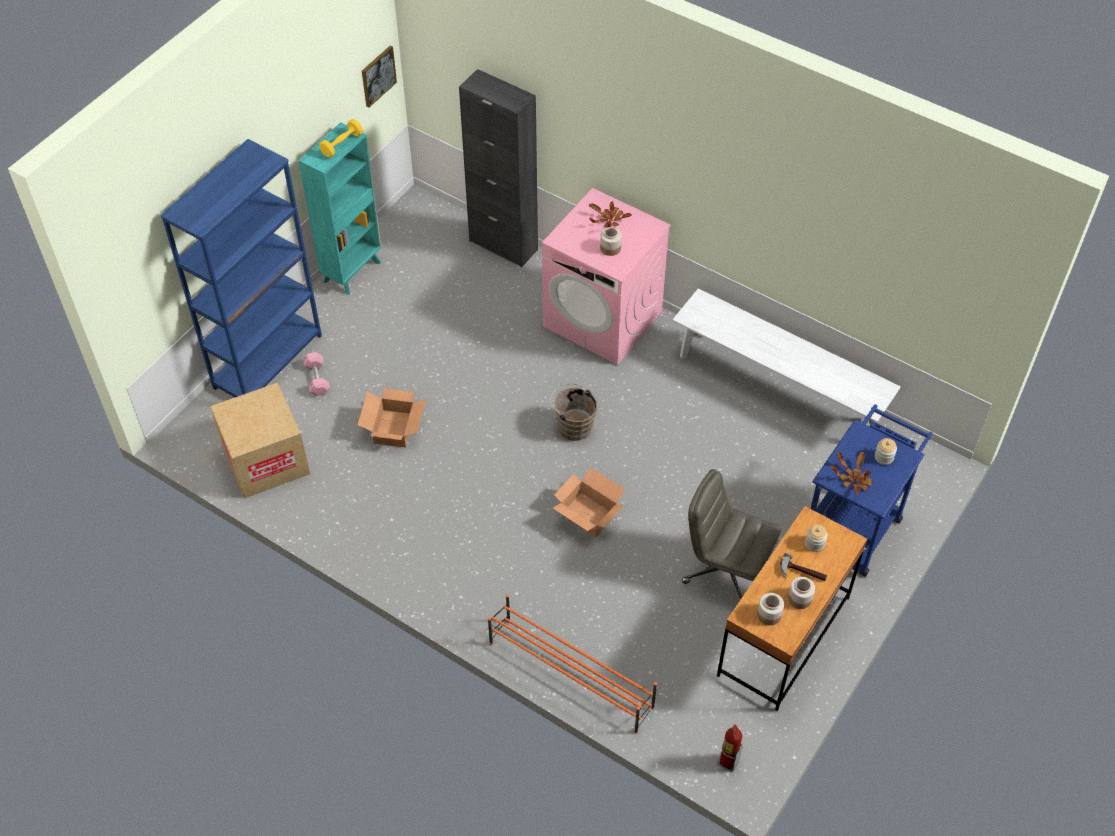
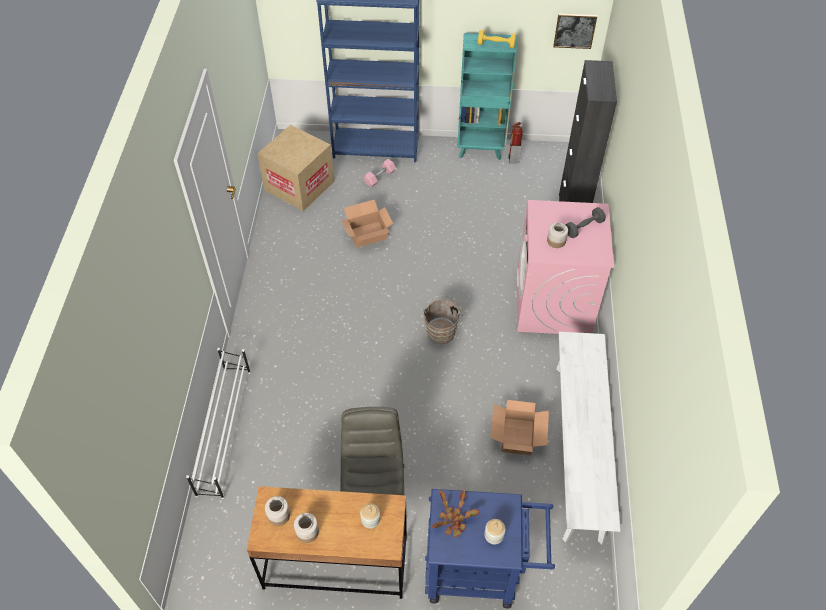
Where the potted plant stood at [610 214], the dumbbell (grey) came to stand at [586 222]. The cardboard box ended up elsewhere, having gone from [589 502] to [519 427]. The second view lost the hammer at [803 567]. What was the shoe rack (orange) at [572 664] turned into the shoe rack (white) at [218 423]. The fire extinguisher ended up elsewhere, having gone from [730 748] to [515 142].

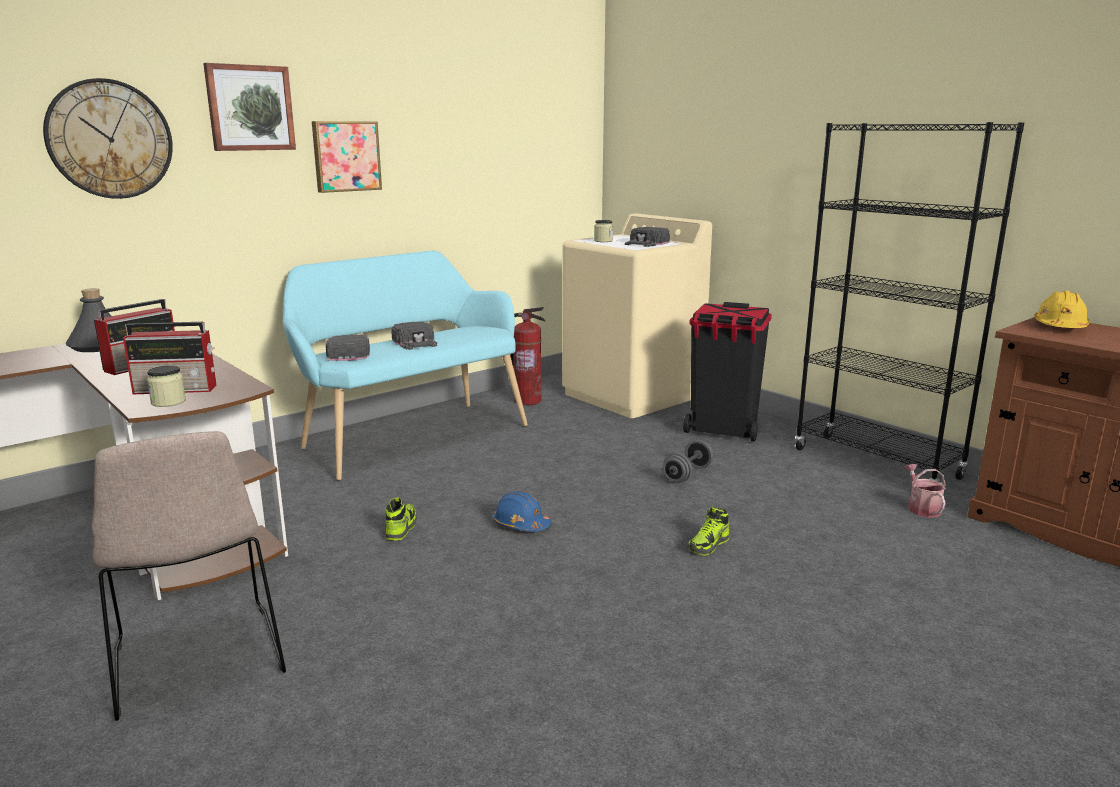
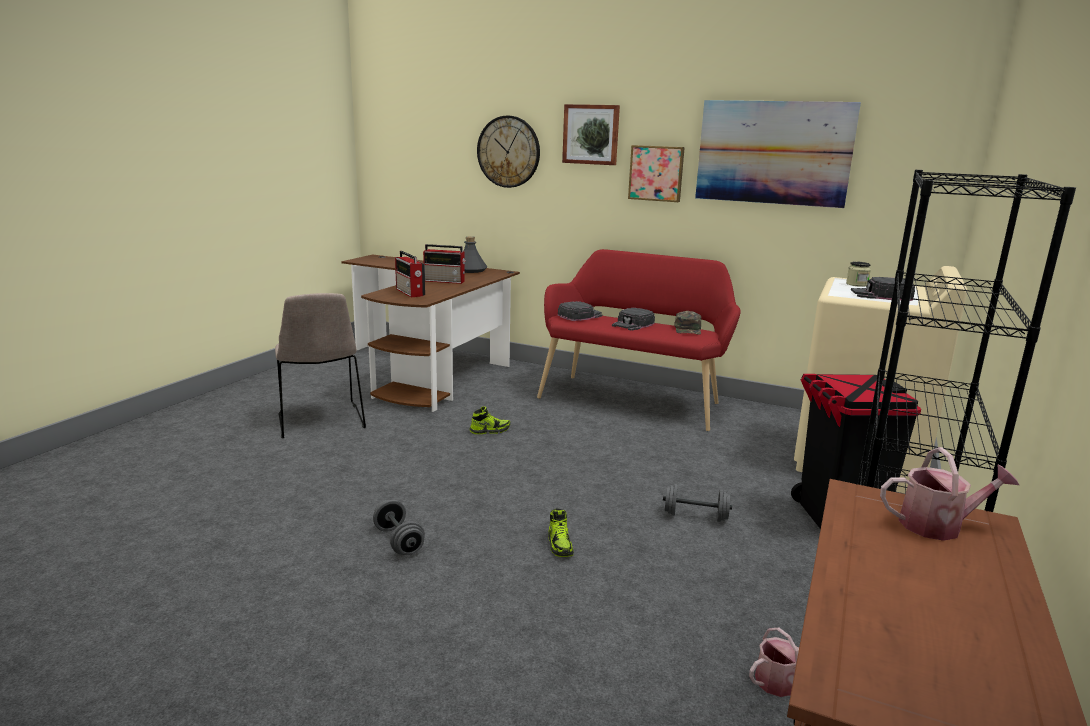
What was the bench (turquoise) at [405 365] turned into the bench (red) at [639 340]. Where the hard hat (yellow) stood at [1062 309], the watering can came to stand at [949 494]. The second view lost the fire extinguisher at [527 356]. The second view lost the jar at [166 386]. The chair (beige) at [188 576] ended up facing another way, 60 degrees counterclockwise from before. The second view lost the hard hat (blue) at [522 511]. The shoe at [709 531] ended up facing another way, 120 degrees counterclockwise from before. The second view gained the picture at [778 154]. The second view gained the cap (green) at [687 323]. The second view gained the dumbbell (grey) at [399 527].

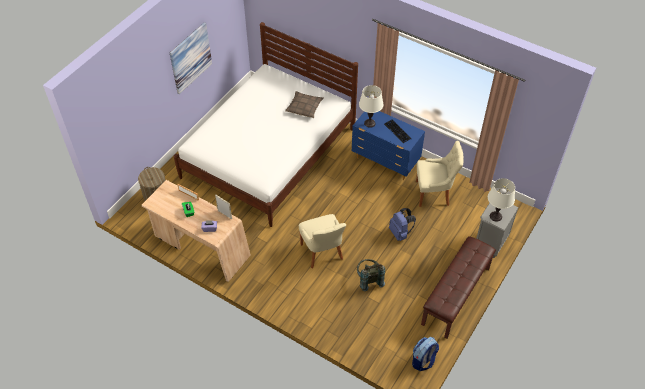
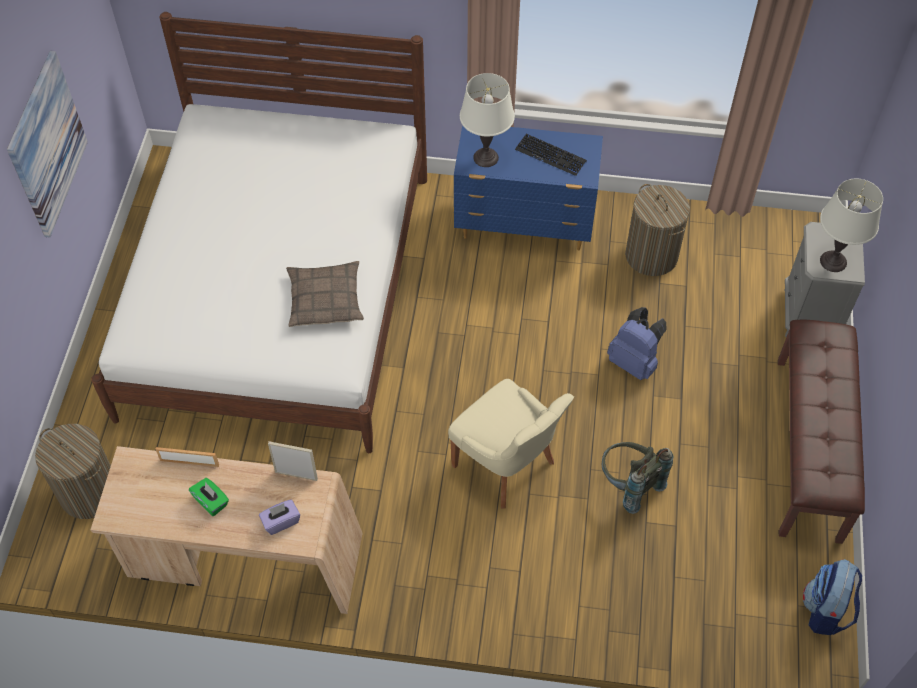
The pillow ended up elsewhere, having gone from [304 104] to [325 294]. Where the chair (beige) stood at [440 174], the laundry basket came to stand at [657 230].

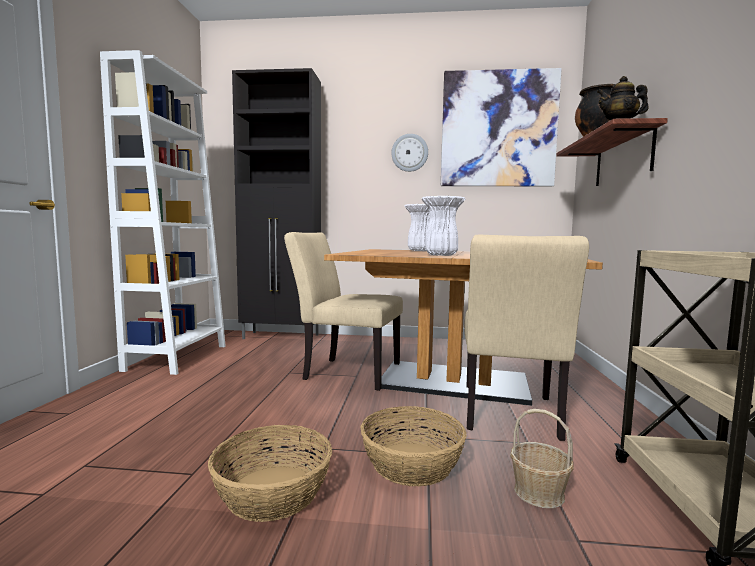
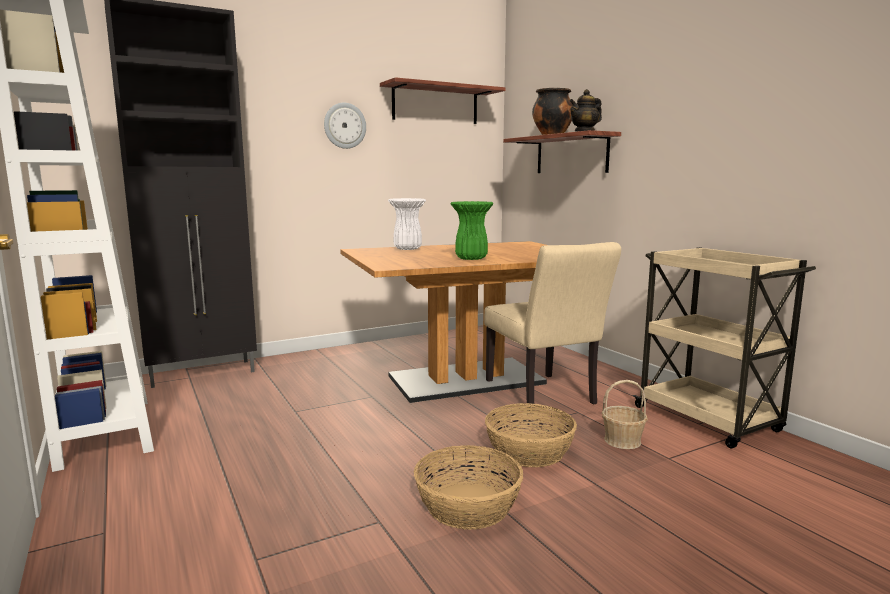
Where the picture hung at [501 127], the shelf came to hang at [443 100]. What was the vase (white) at [443 226] turned into the vase (green) at [472 230]. The second view lost the chair (beige) at [343 311].

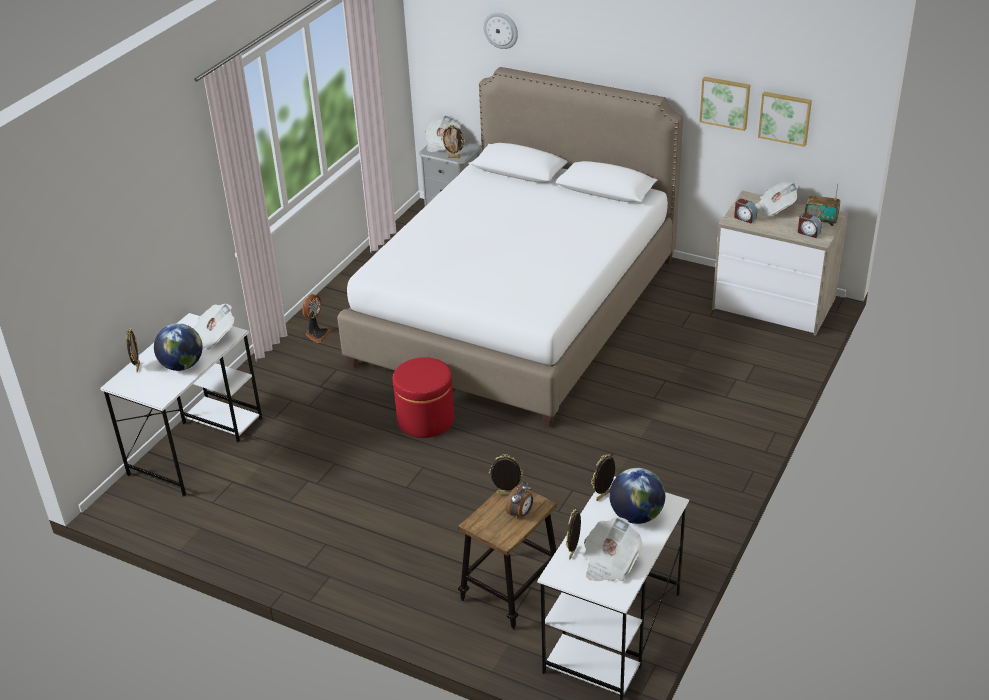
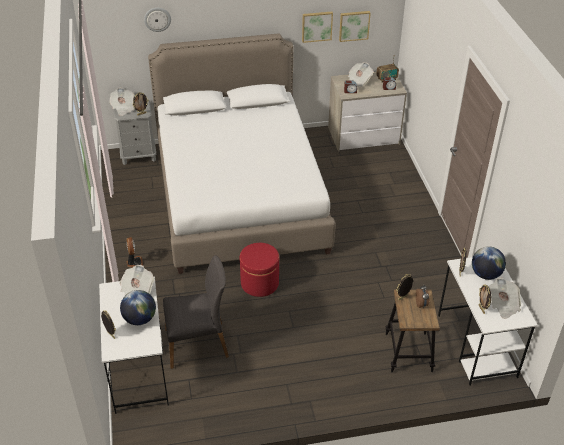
The second view gained the chair (grey) at [196 312].

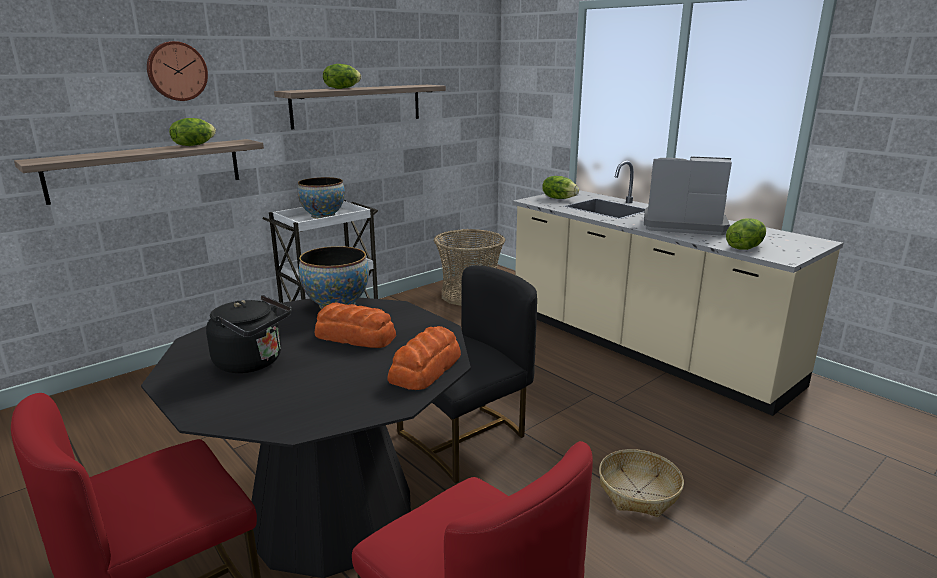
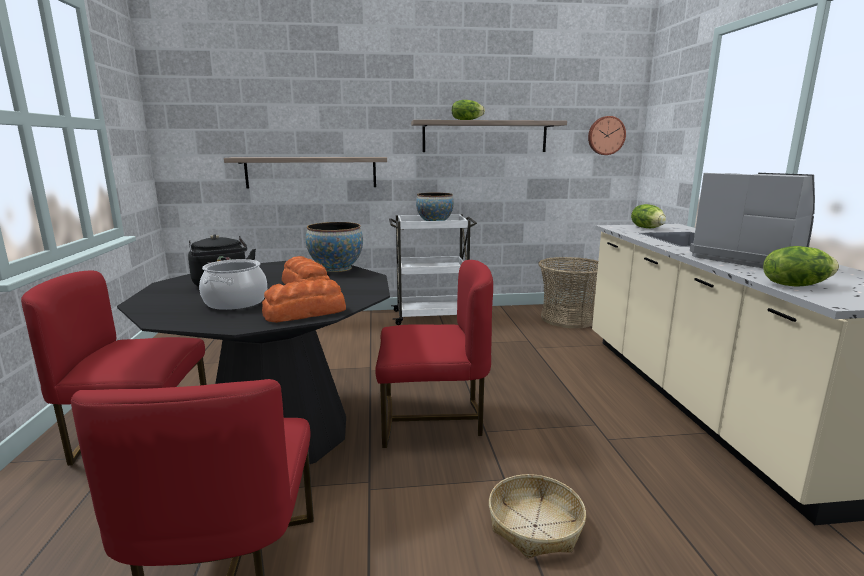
The wall clock ended up elsewhere, having gone from [177 71] to [607 135]. The second view lost the lettuce at [192 132]. What was the chair (black) at [467 374] turned into the chair (red) at [434 354]. The second view gained the cooking pot at [233 284].

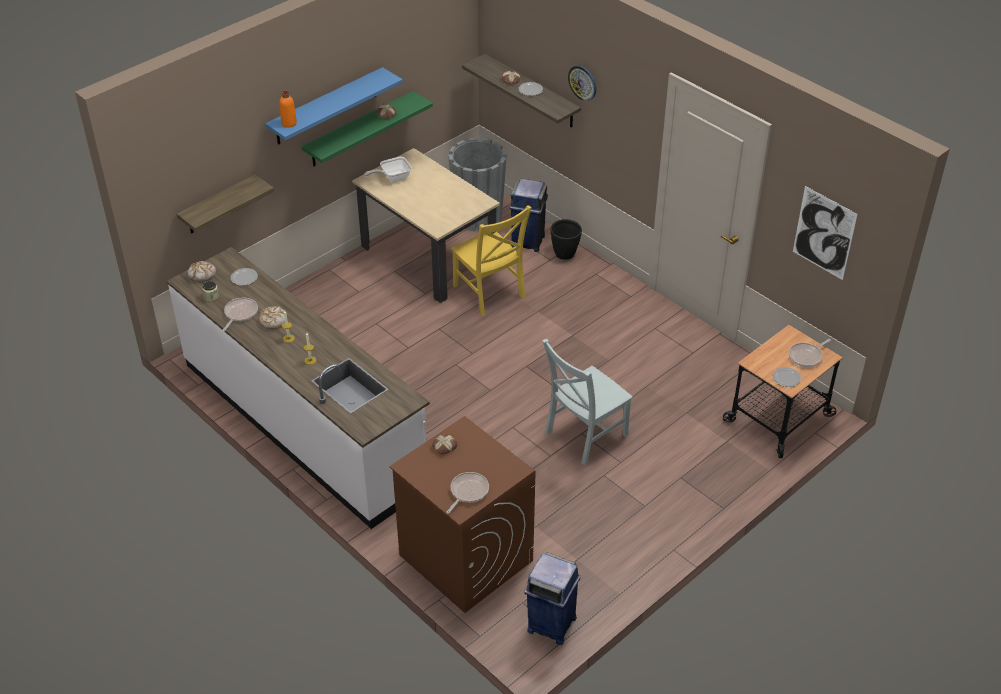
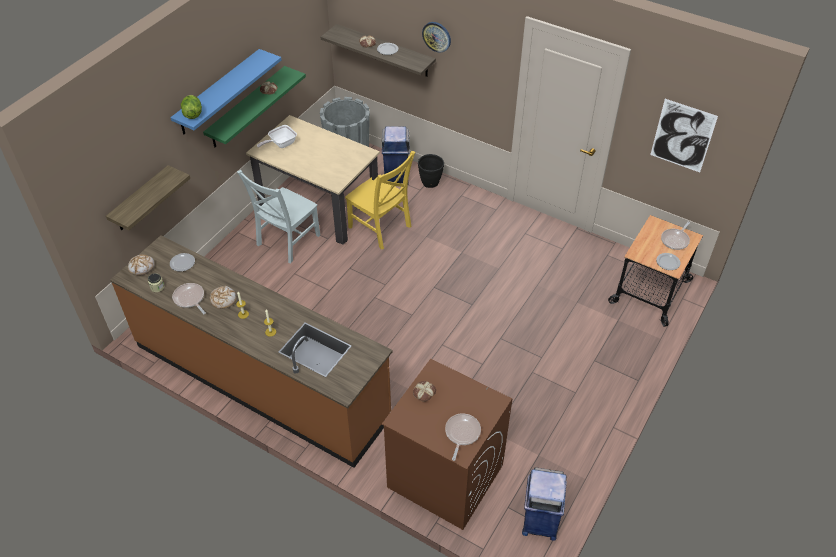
Where the bottle (orange) stood at [288 109], the lettuce came to stand at [191 107]. What was the counter (white) at [298 388] turned into the counter (brown) at [251 351]. The frying pan at [240 314] ended up facing another way, 45 degrees counterclockwise from before. The chair (grey) ended up elsewhere, having gone from [587 402] to [278 216].

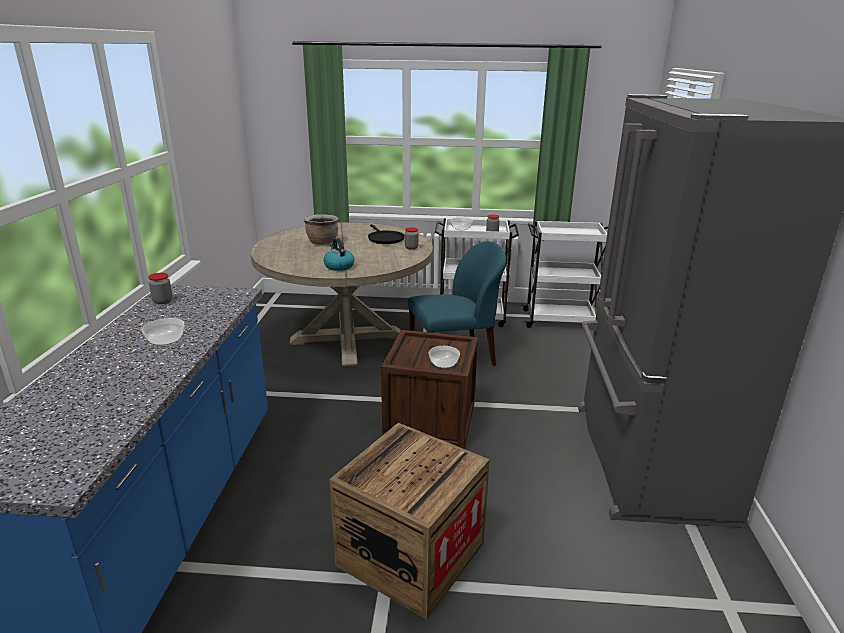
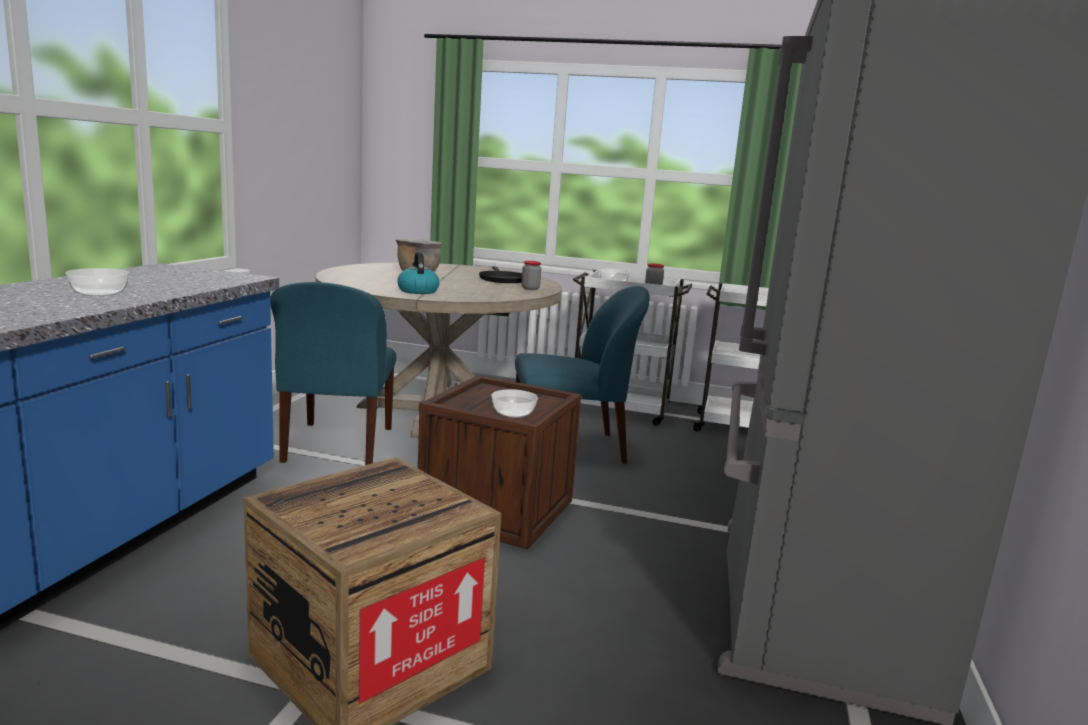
The second view lost the jar at [160 288]. The second view gained the chair (blue) at [333 373].

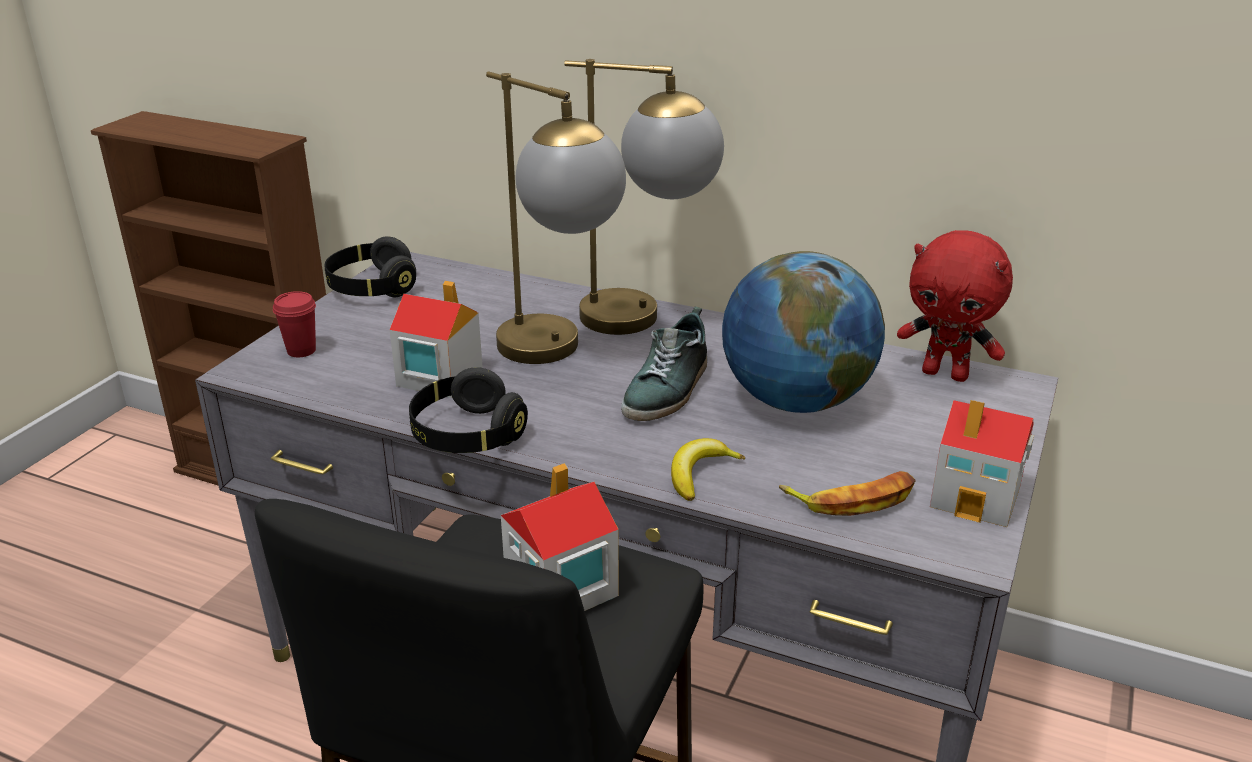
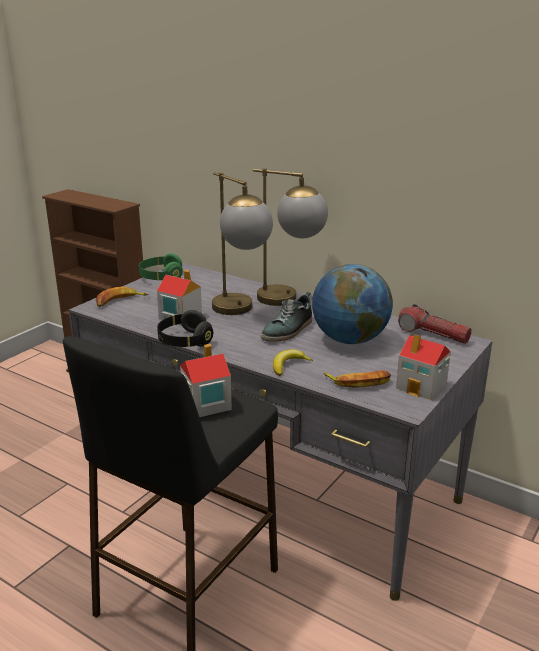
Where the plush toy (red) stood at [955 306], the flashlight came to stand at [435 324]. What was the headphones (black) at [370 266] turned into the headphones (green) at [161 266]. Where the cup (red) stood at [294 324], the banana came to stand at [121 297].

